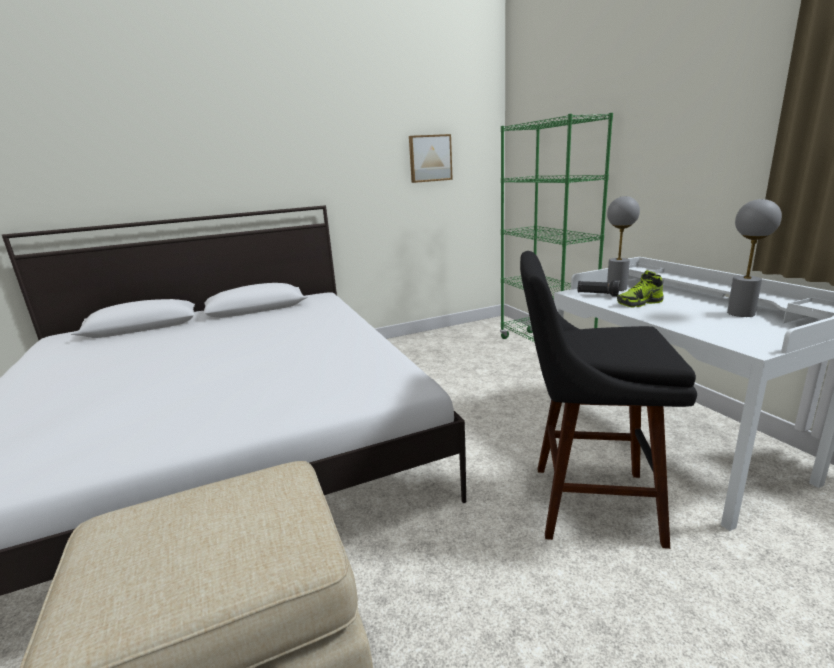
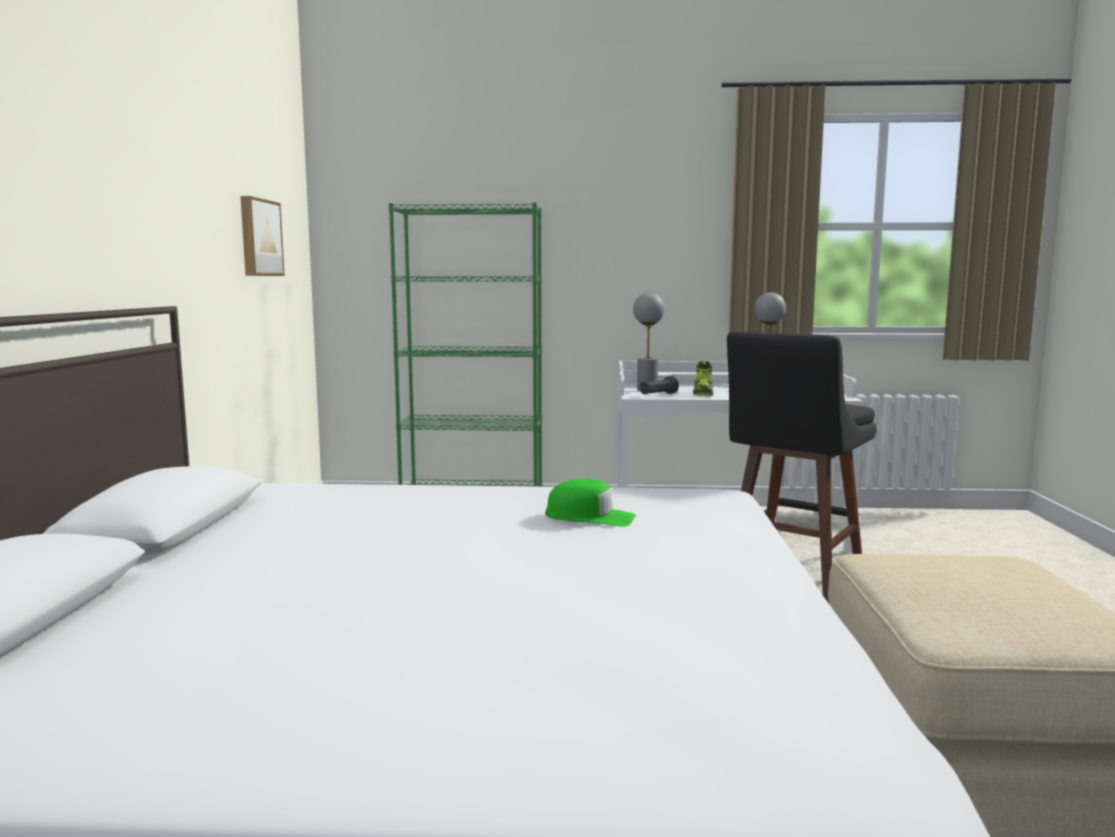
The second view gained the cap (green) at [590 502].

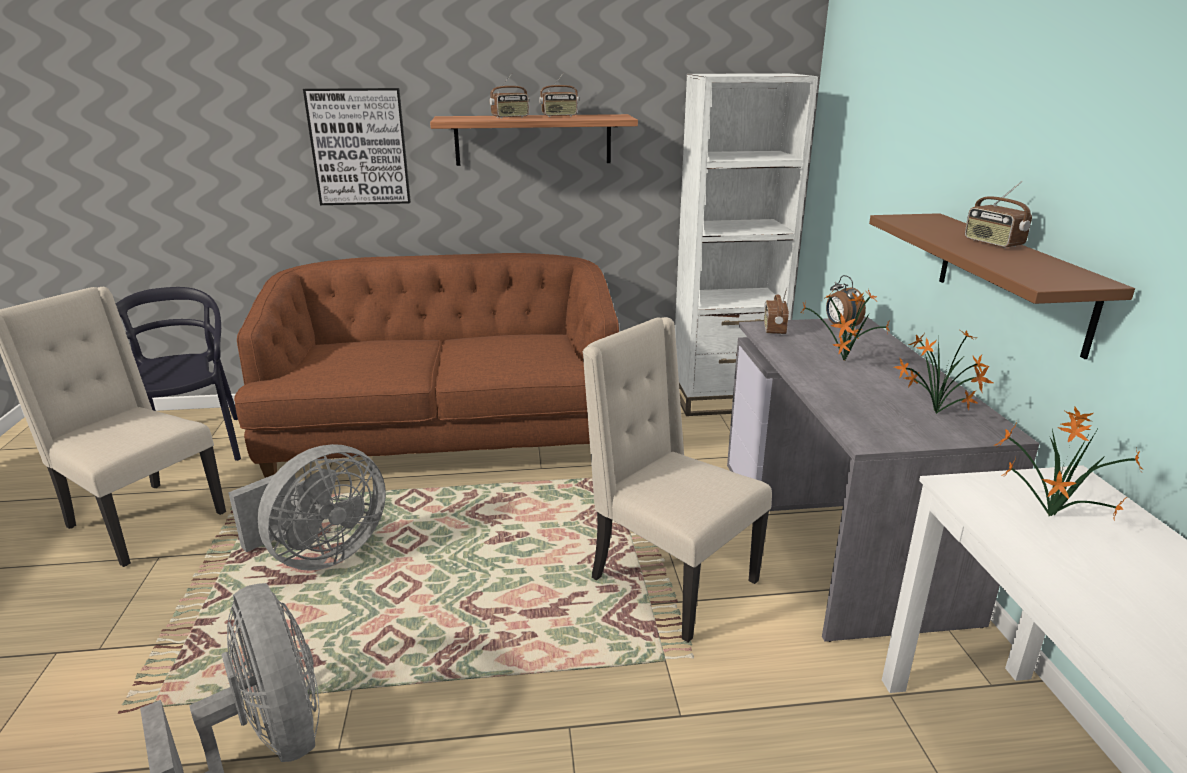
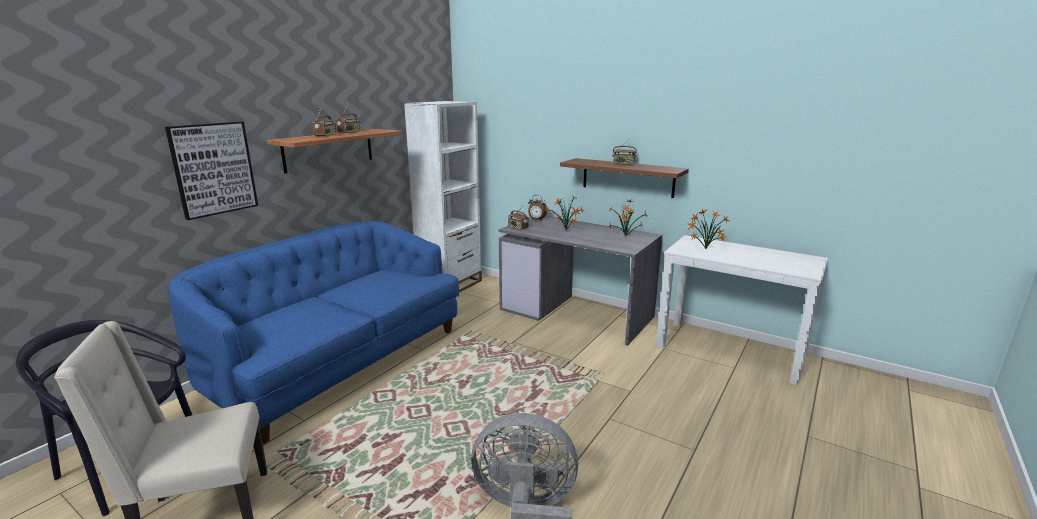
What was the sofa (brown) at [426 365] turned into the sofa (blue) at [314 332]. The second view lost the chair (beige) at [677 479]. The second view lost the fan (grey) at [307 507].

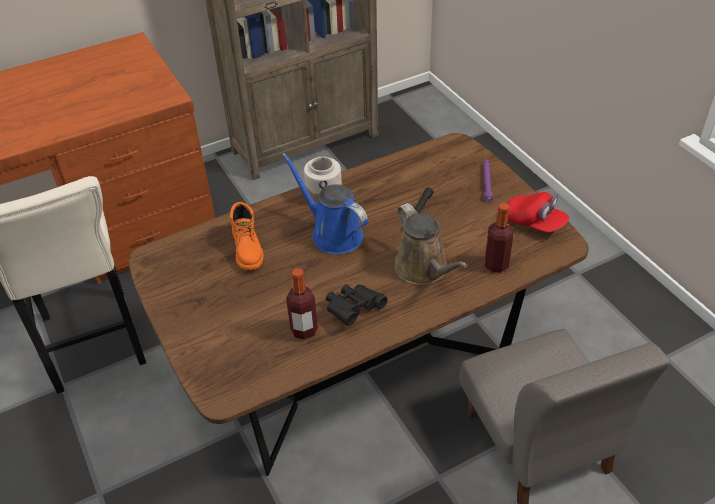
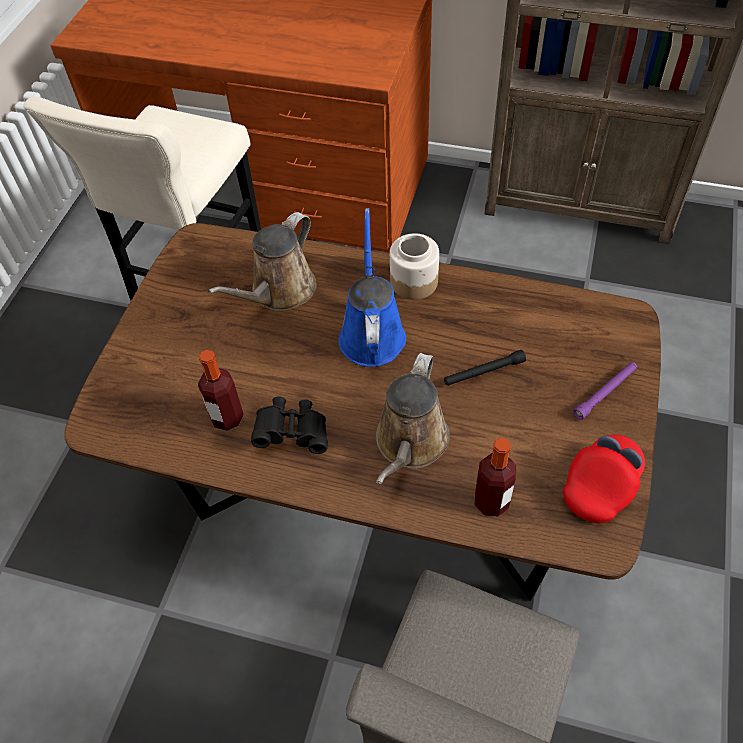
The cap (red) at [538 212] ended up facing another way, 135 degrees counterclockwise from before. Where the boot (orange) stood at [246 236], the watering can (brown) came to stand at [261 261].

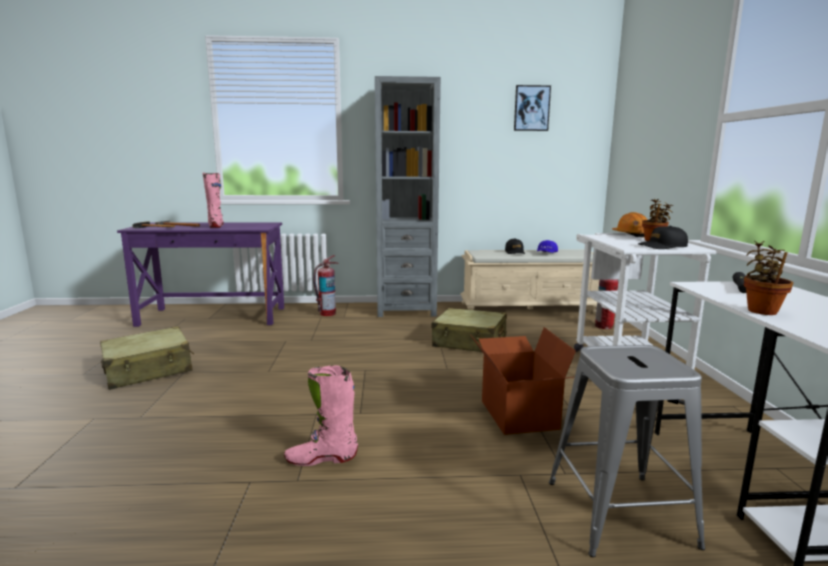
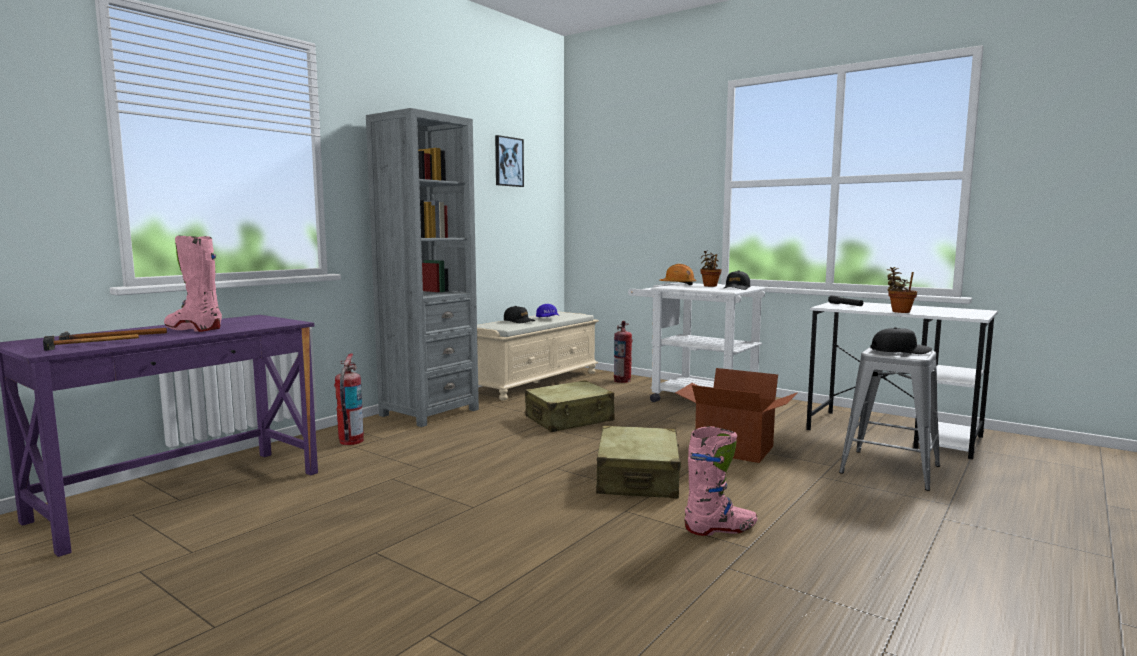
The suitcase (beige) ended up elsewhere, having gone from [147 358] to [639 462]. The boot (pink) at [321 415] ended up facing another way, 135 degrees counterclockwise from before. The second view gained the cap (black) at [901 340].

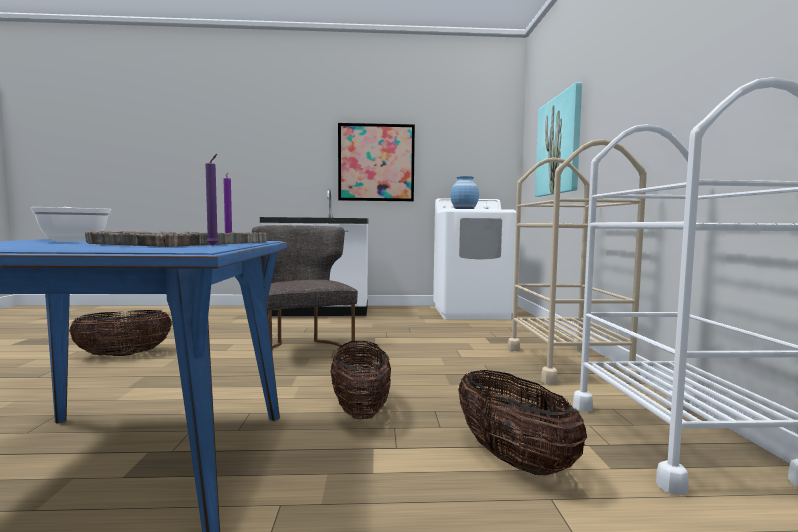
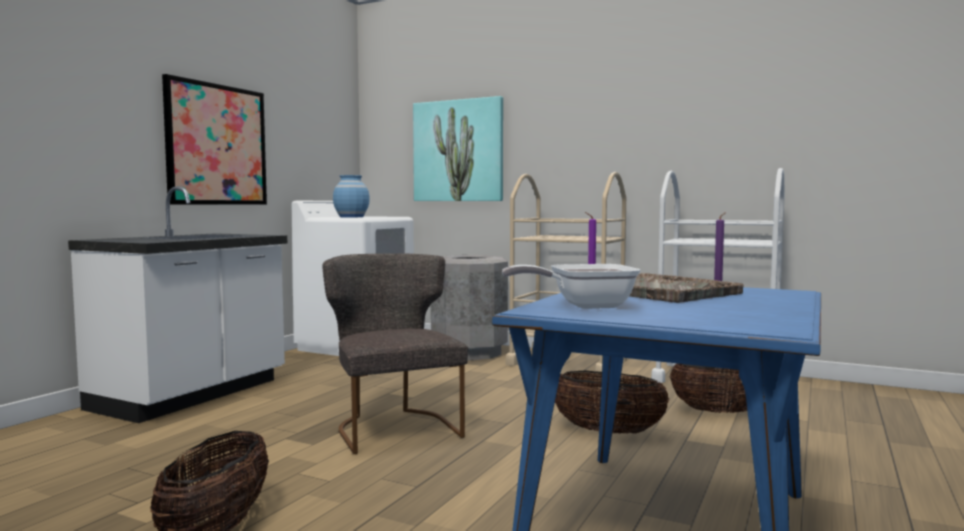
The chair (grey) at [305 291] ended up facing another way, 60 degrees clockwise from before. The second view gained the trash can (grey) at [469 308].

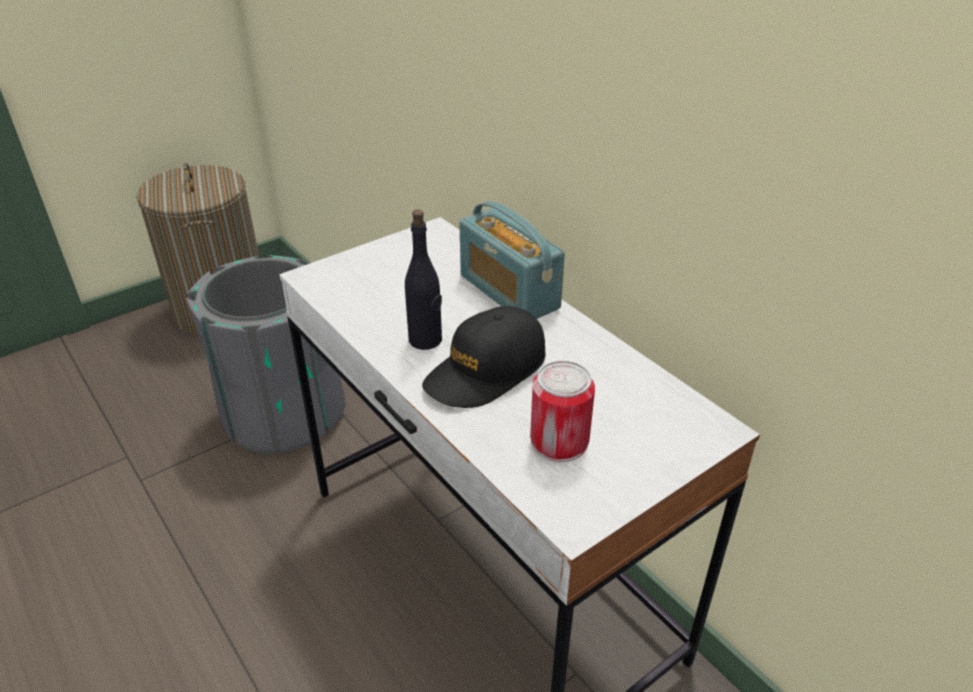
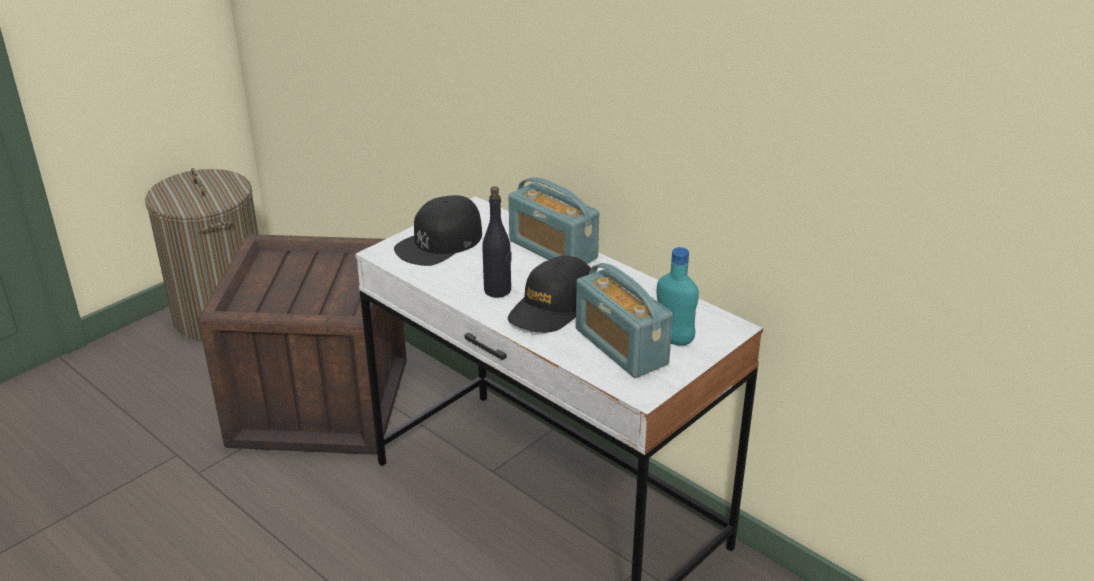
Where the trash can (grey) stood at [265 354], the crate came to stand at [302 344]. Where the can stood at [562 411], the radio came to stand at [624 320]. The second view gained the cap (black) at [438 230]. The second view gained the bottle (turquoise) at [677 296].

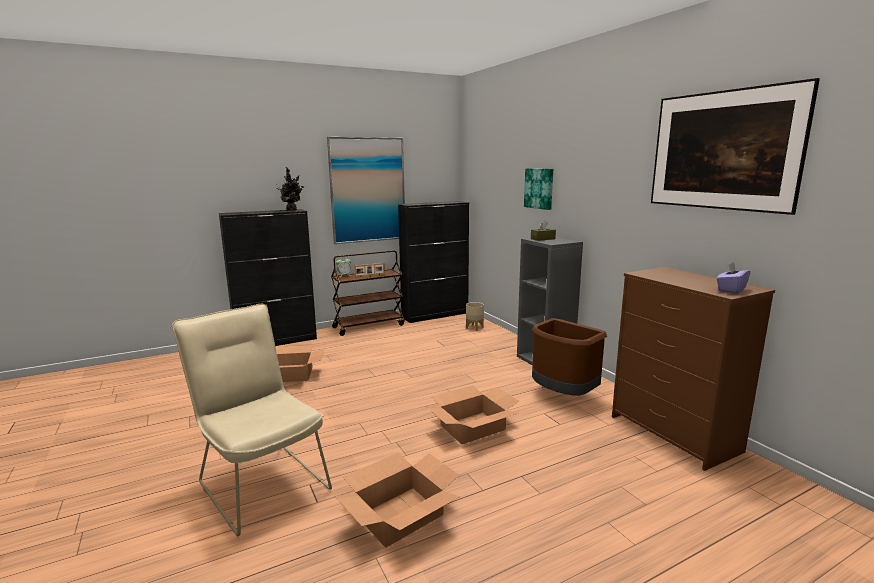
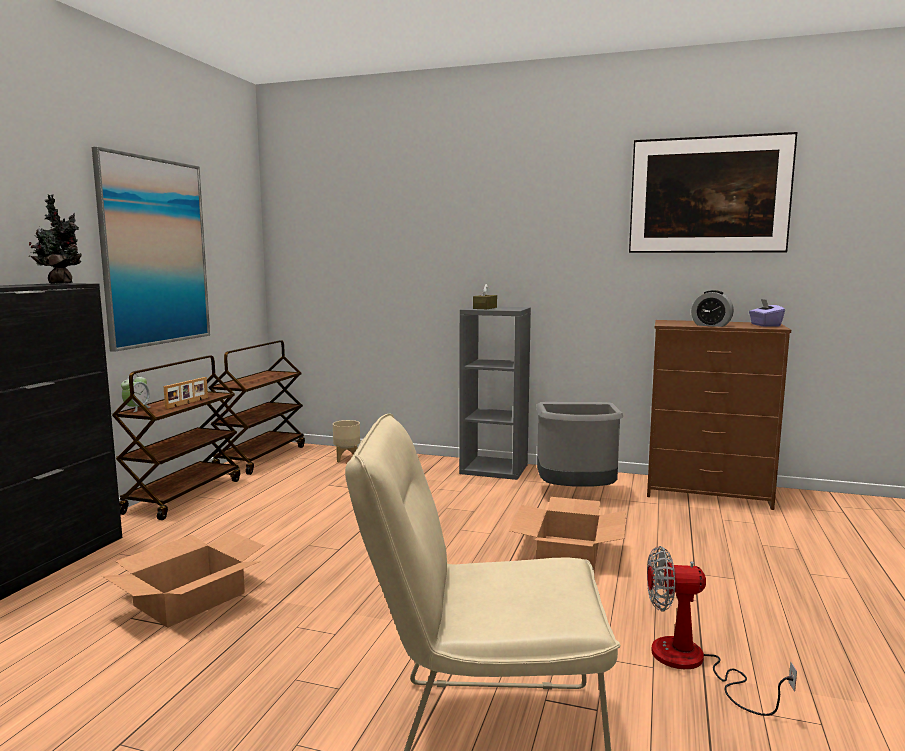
The second view lost the picture at [538 189]. Where the cabinet (black) stood at [433 262], the cart (brown) came to stand at [256 407]. What was the trash can (brown) at [569 357] turned into the trash can (grey) at [579 444]. Where the cardboard box stood at [397 499], the fan came to stand at [722 631]. The second view gained the alarm clock at [712 308].

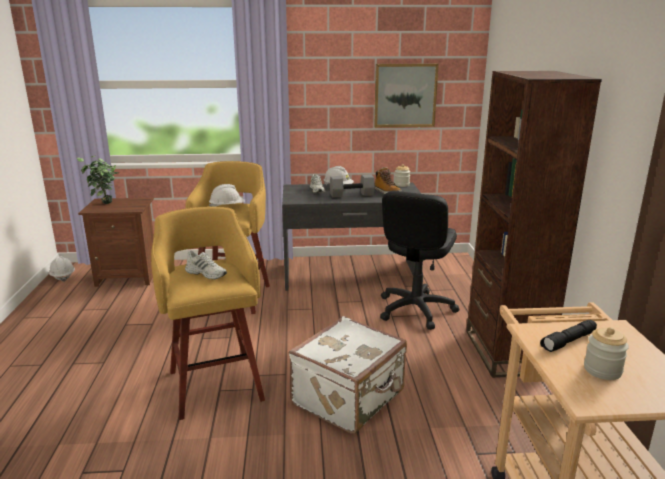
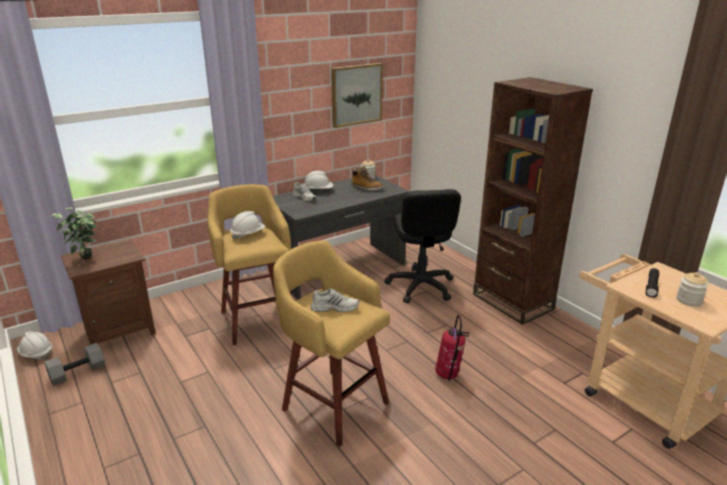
The dumbbell (grey) ended up elsewhere, having gone from [352 186] to [74 364]. Where the suitcase (white) stood at [348 375], the fire extinguisher came to stand at [452 348].

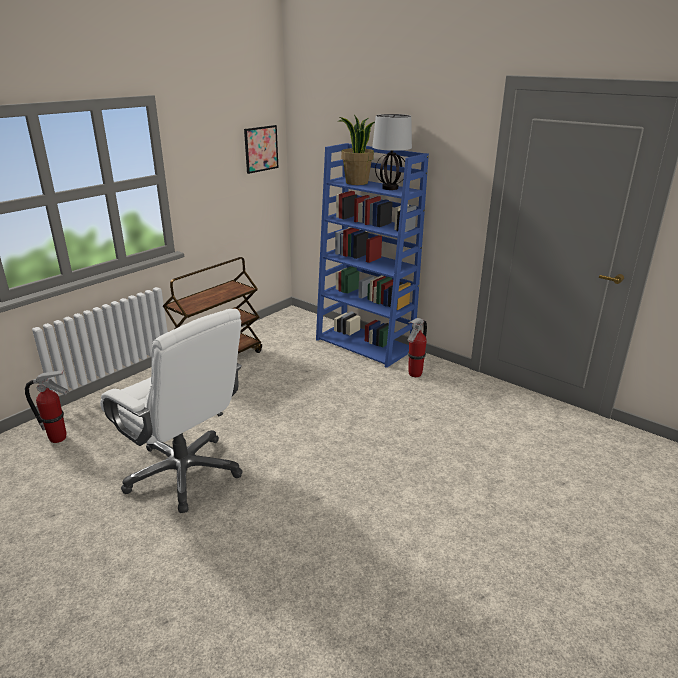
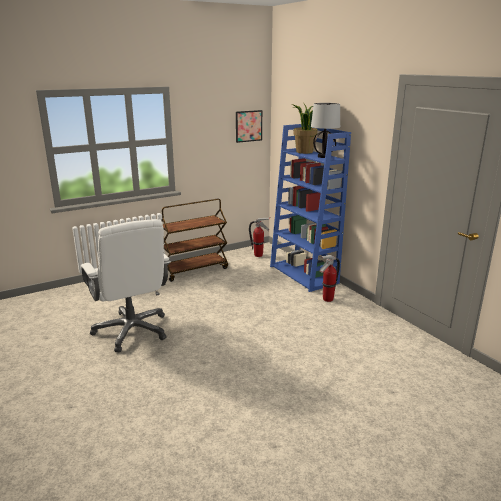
The fire extinguisher ended up elsewhere, having gone from [46 406] to [259 237].

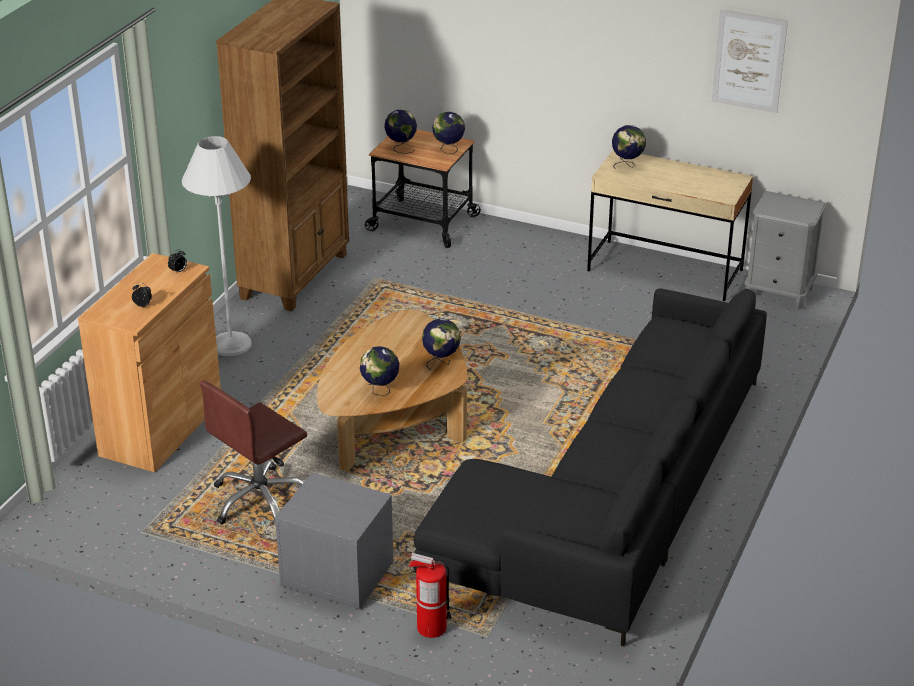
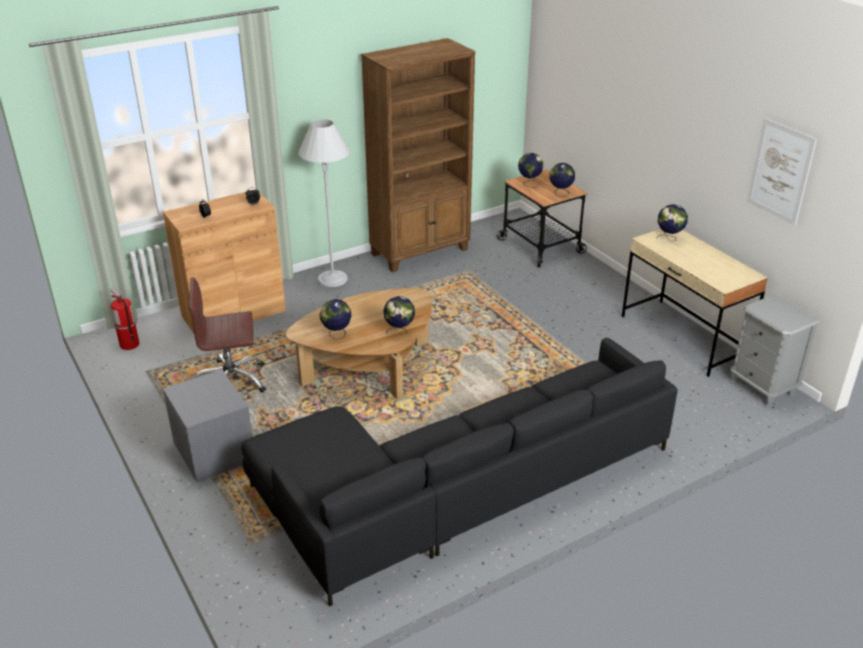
The fire extinguisher ended up elsewhere, having gone from [430 595] to [124 319].

